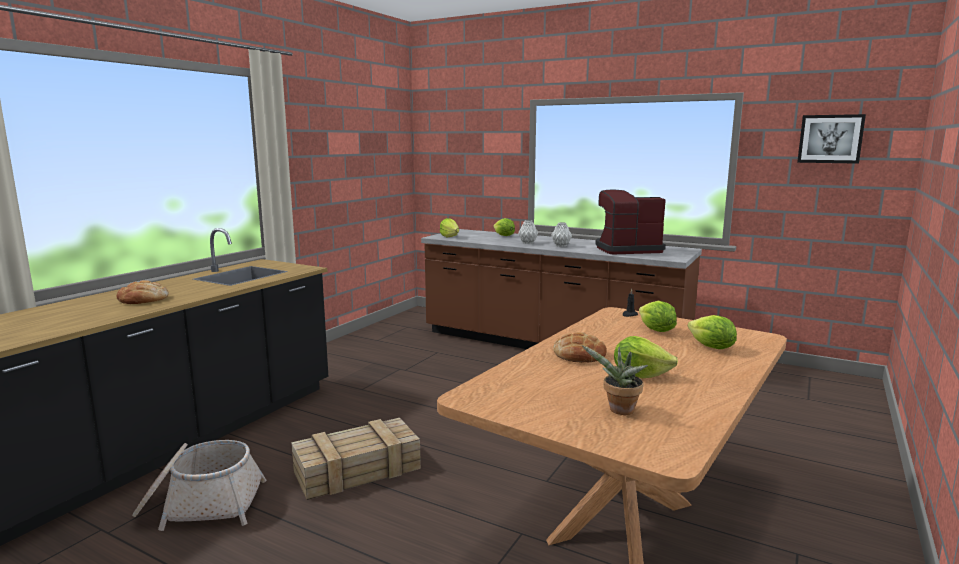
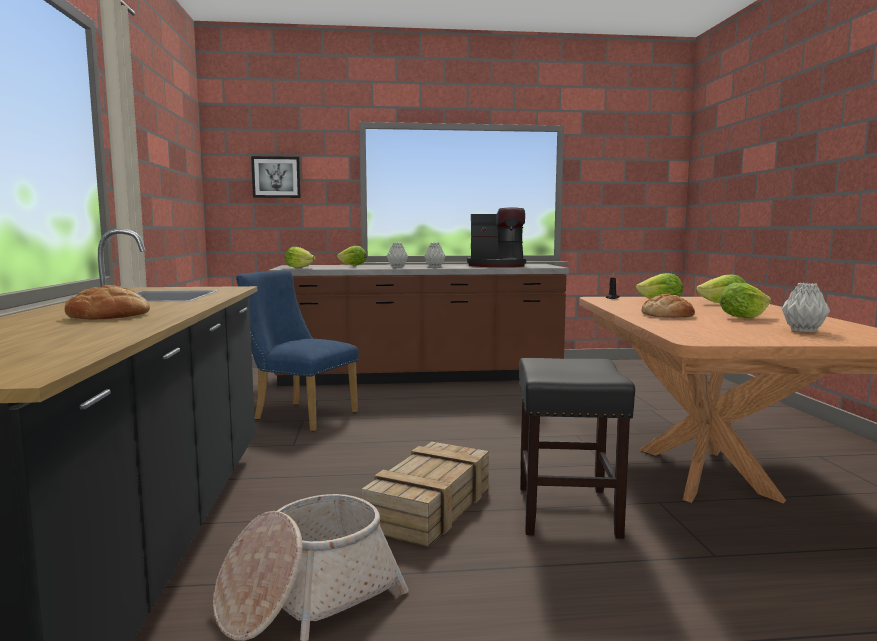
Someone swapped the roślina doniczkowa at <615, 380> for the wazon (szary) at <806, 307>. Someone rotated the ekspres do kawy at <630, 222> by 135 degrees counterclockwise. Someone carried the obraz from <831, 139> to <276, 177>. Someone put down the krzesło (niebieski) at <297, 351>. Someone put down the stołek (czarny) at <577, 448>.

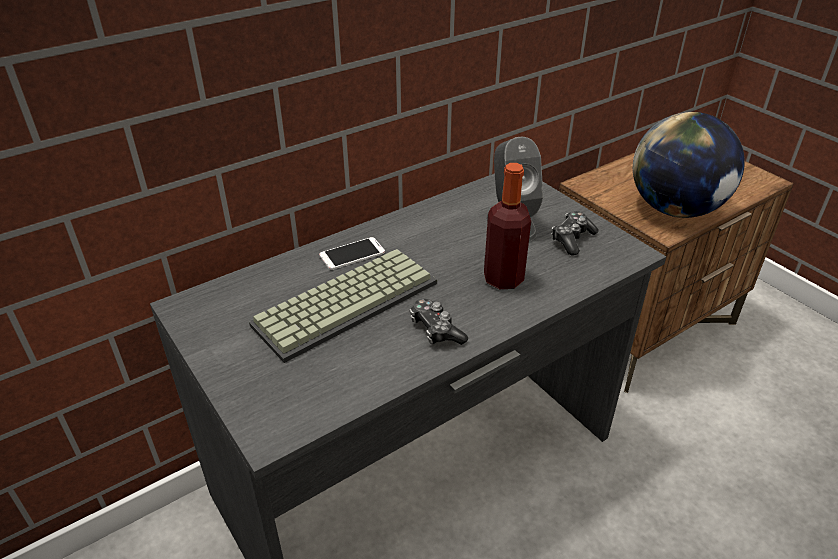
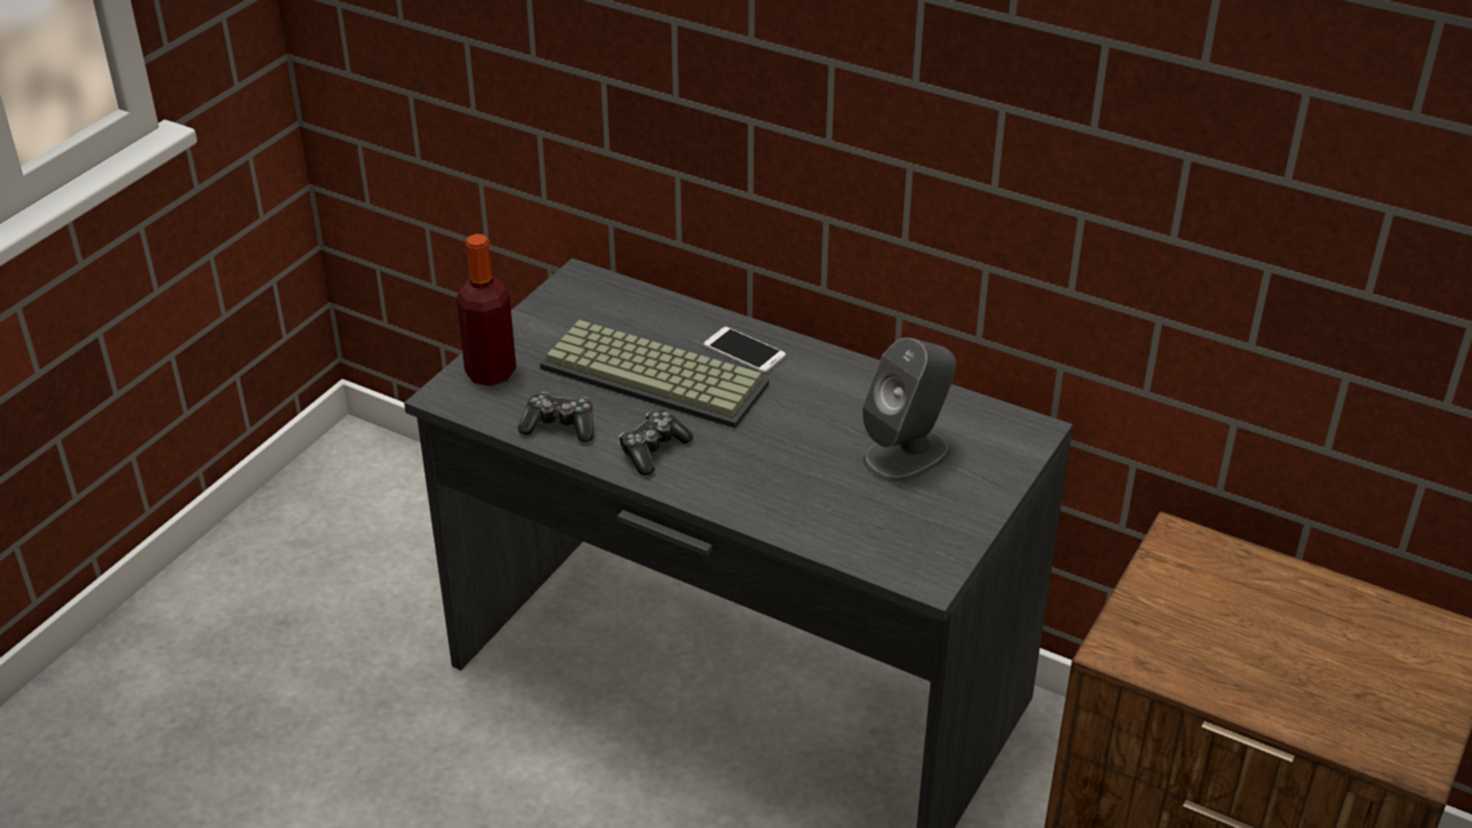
Someone carried the butelka from <507, 226> to <486, 310>. Someone carried the pad do gier from <575, 233> to <556, 417>. Someone took away the globus at <689, 165>.

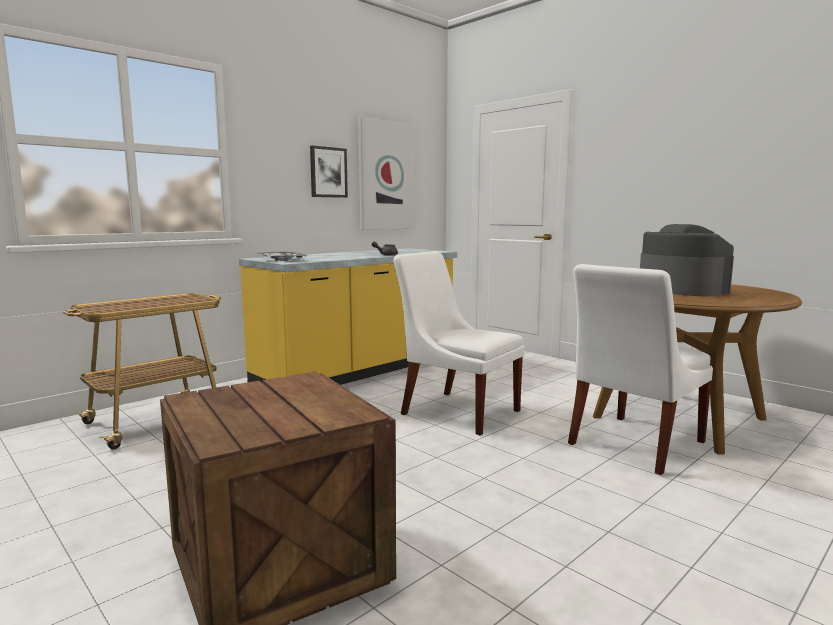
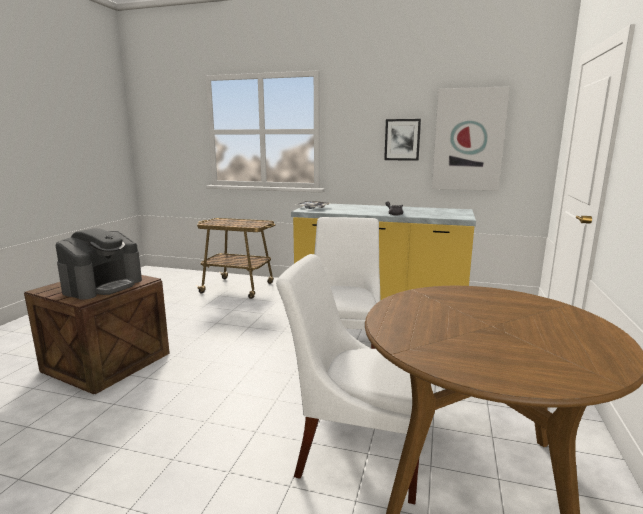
Someone carried the ekspres do kawy from <687, 260> to <98, 264>.

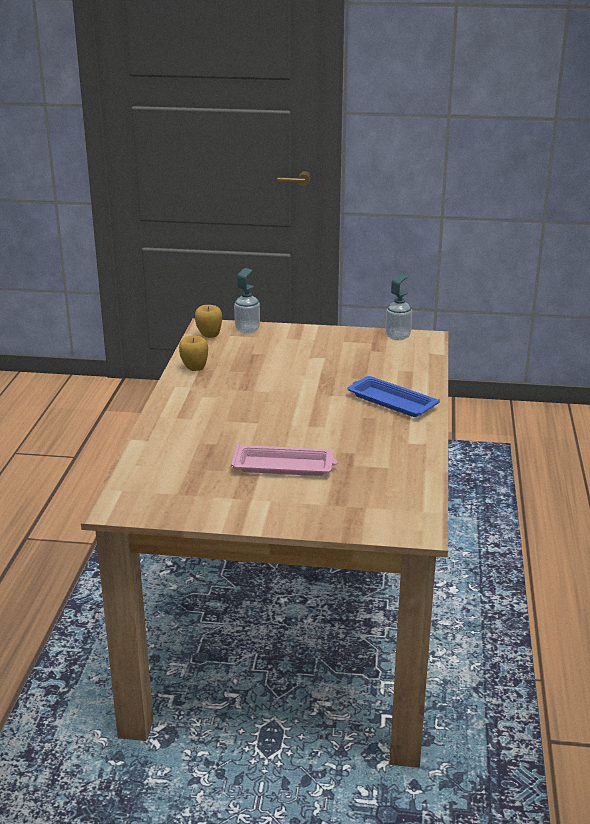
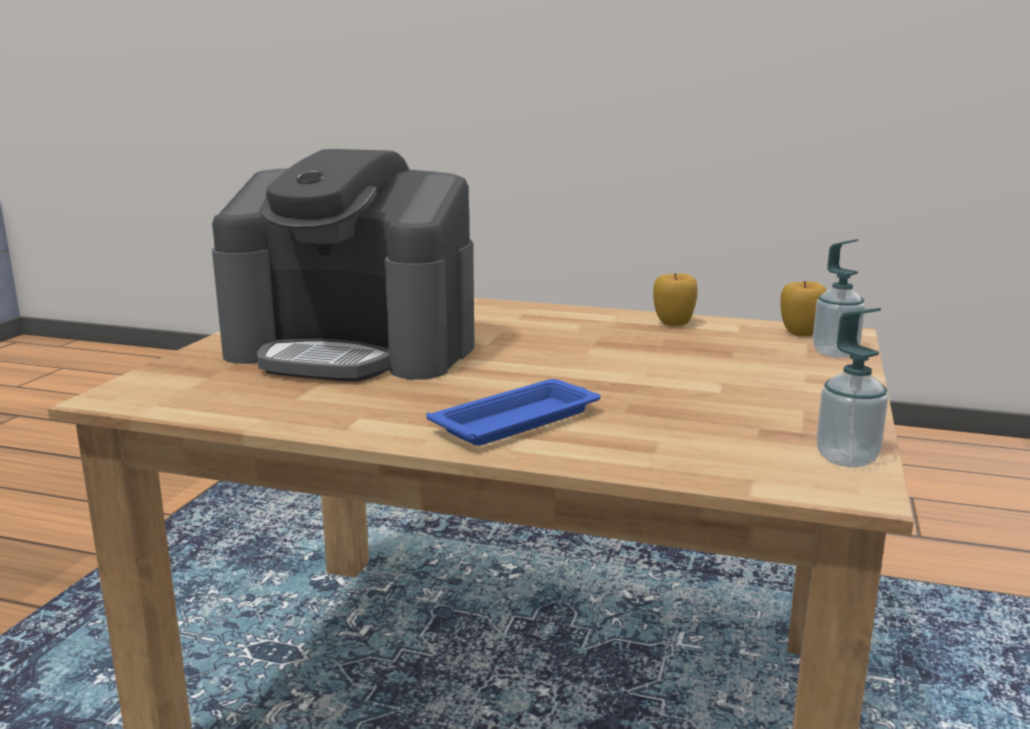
Someone swapped the taca (różowy) at <284, 460> for the ekspres do kawy at <343, 265>.

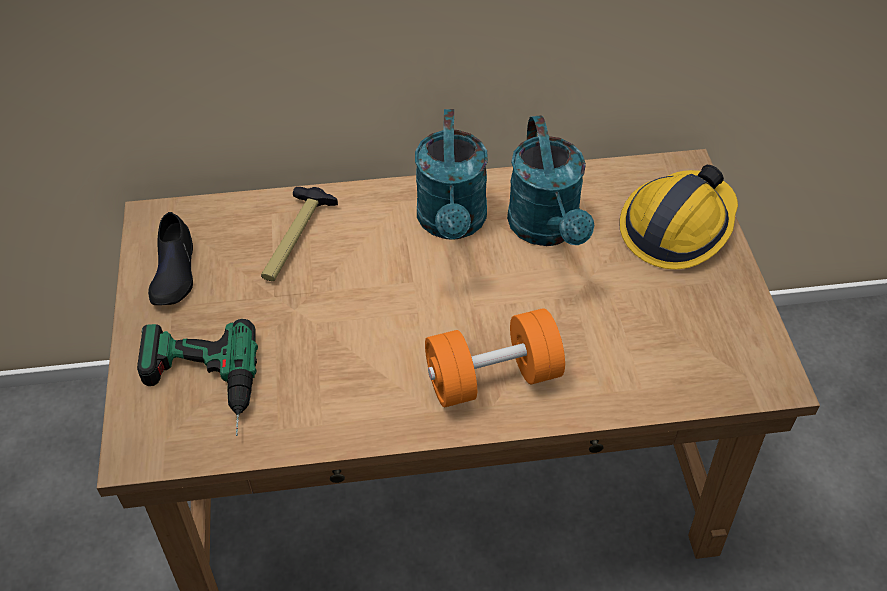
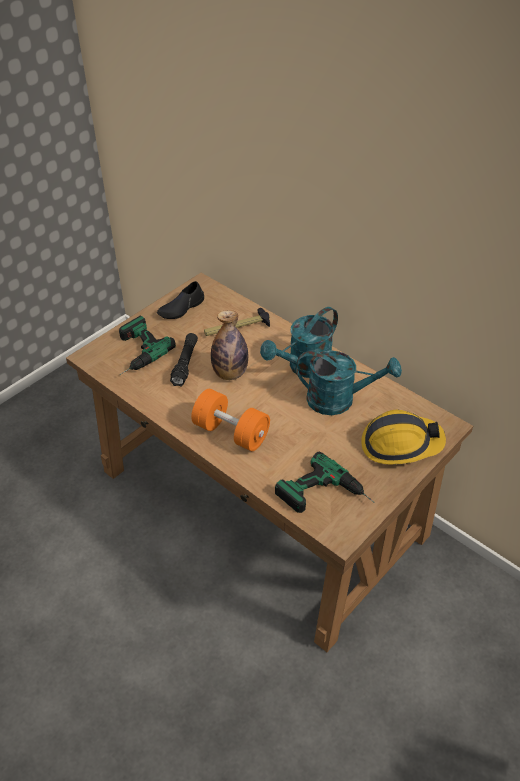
Someone rotated the konewka (turkusowy) at <550, 180> by 120 degrees counterclockwise. Someone put down the latarka (czarny) at <184, 360>. Someone put down the butelka at <229, 345>. Someone put down the wiertarka at <325, 482>.

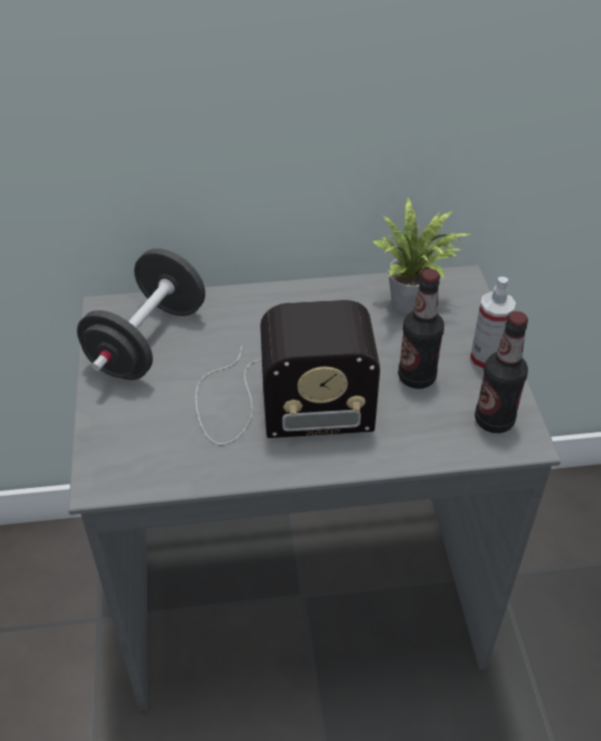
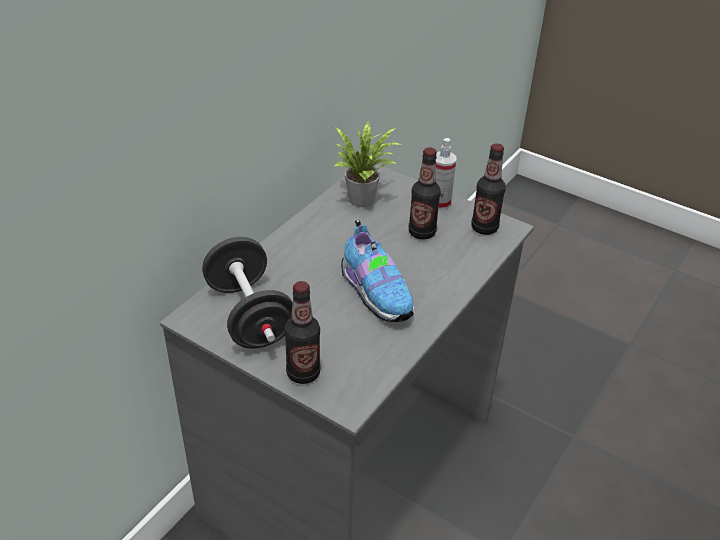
Someone swapped the radio at <287, 372> for the but at <377, 271>. Someone put down the butelka at <302, 332>.

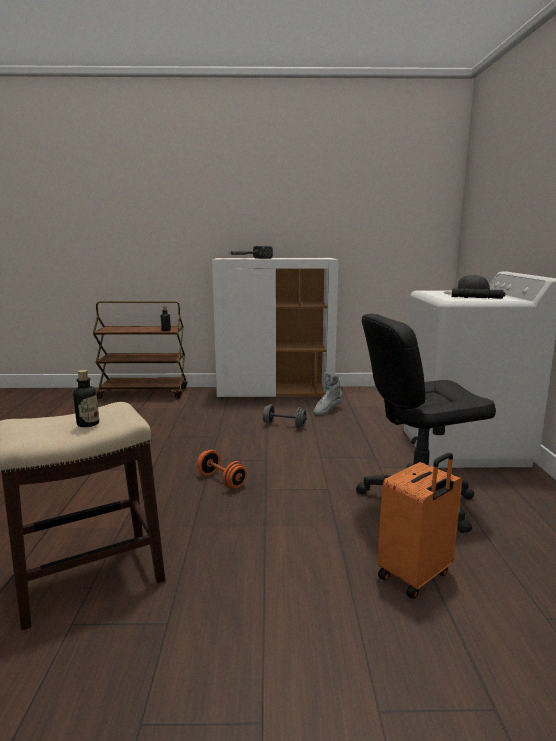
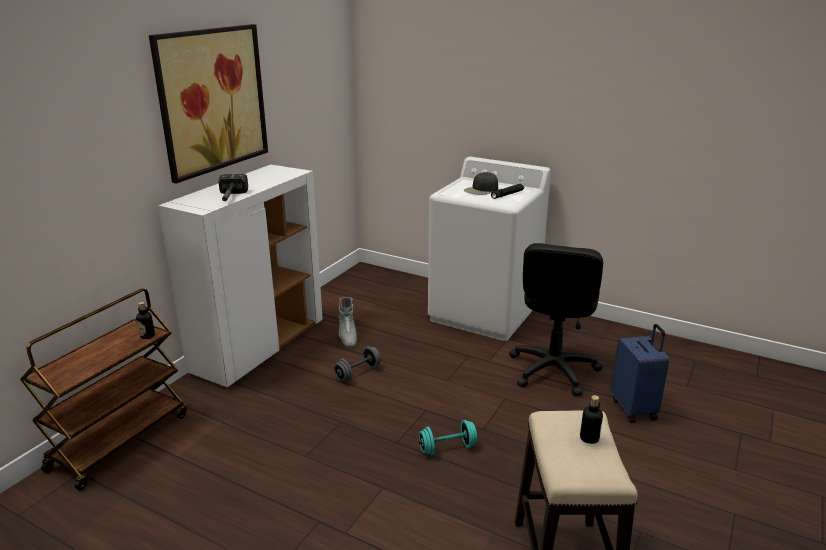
Someone repainted the hantel (pomarańczowy) at <222, 469>, which became the hantel (turkusowy) at <448, 437>. Someone repainted the walizka (pomarańczowy) at <419, 526>, which became the walizka (niebieski) at <640, 373>. Someone put up the obraz at <208, 104>.

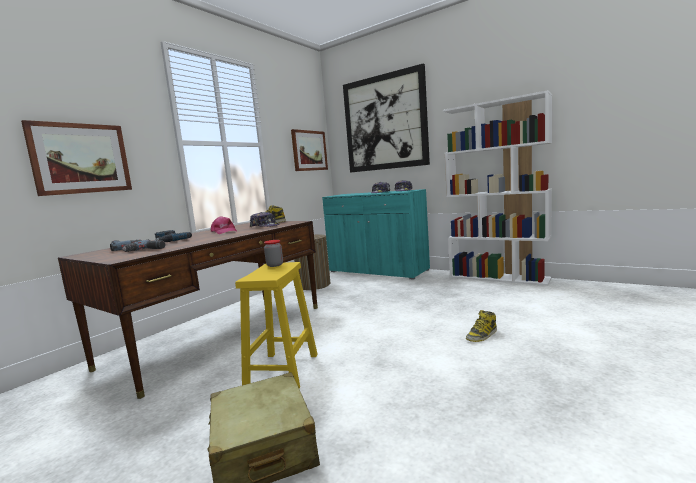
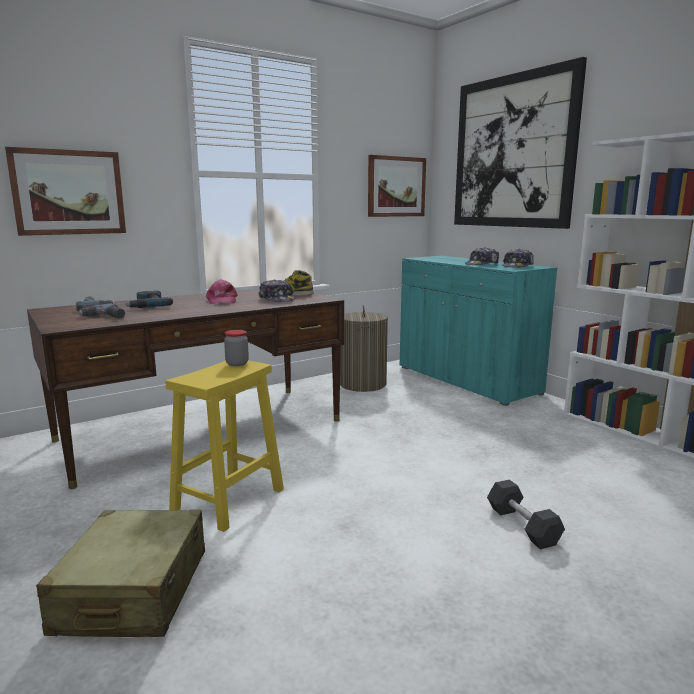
Someone swapped the but z cholewką at <481, 326> for the hantel (szary) at <526, 514>.

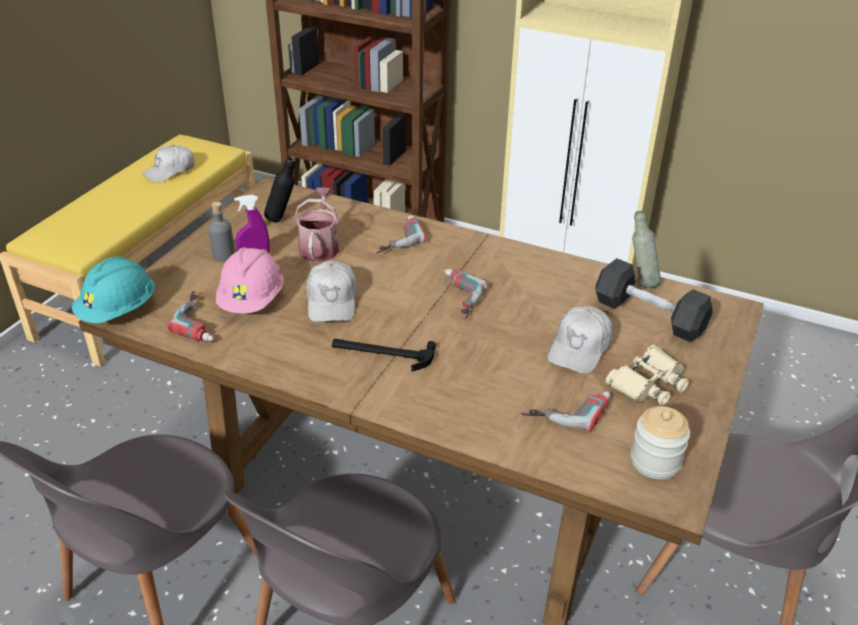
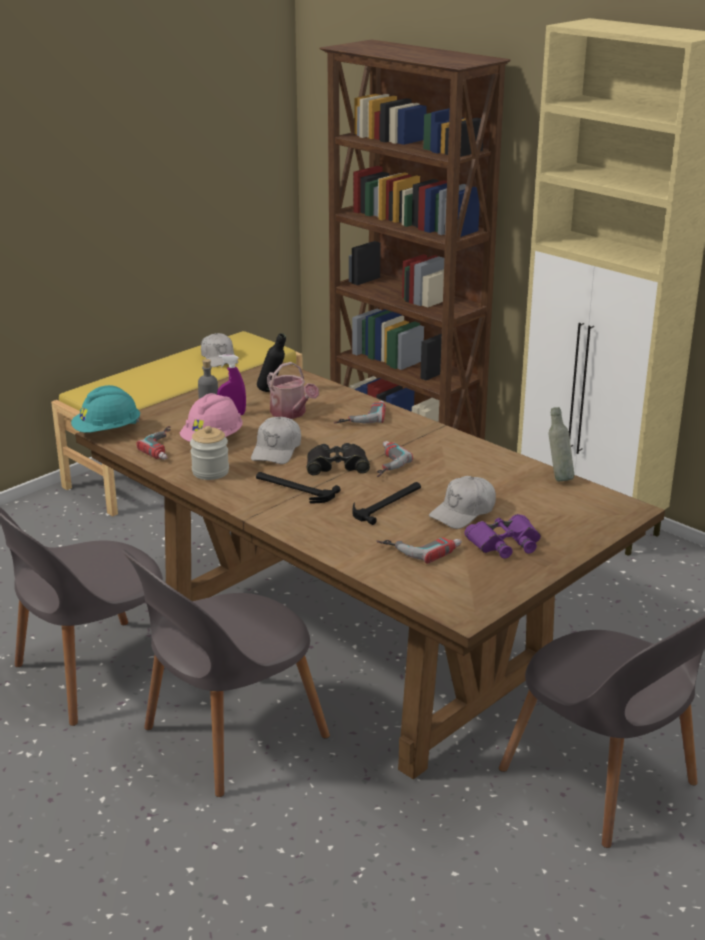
Someone rotated the czapka z daszkiem (biały) at <168, 164> by 90 degrees counterclockwise. Someone rotated the konewka at <316, 225> by 120 degrees clockwise. Someone took away the hantel (szary) at <654, 300>. Someone repainted the lornetka (beżowy) at <647, 375>, which became the lornetka (fioletowy) at <502, 536>. Someone carried the słoik from <660, 442> to <209, 453>. Someone put down the lornetka (czarny) at <338, 459>. Someone put down the młotek at <387, 503>.

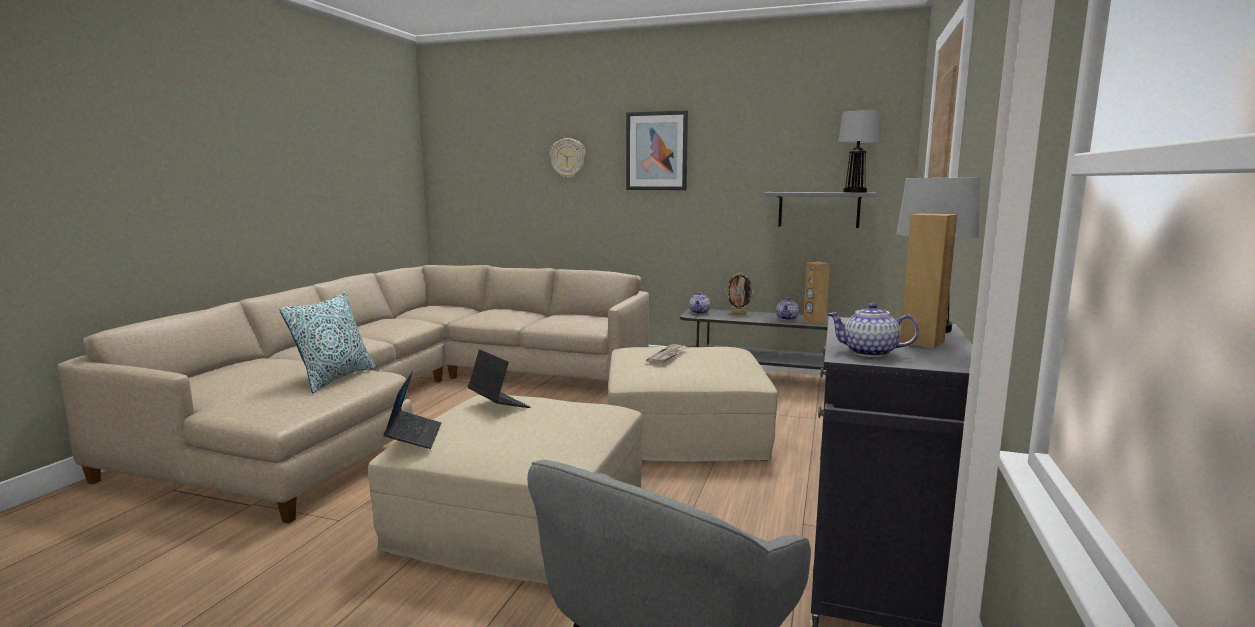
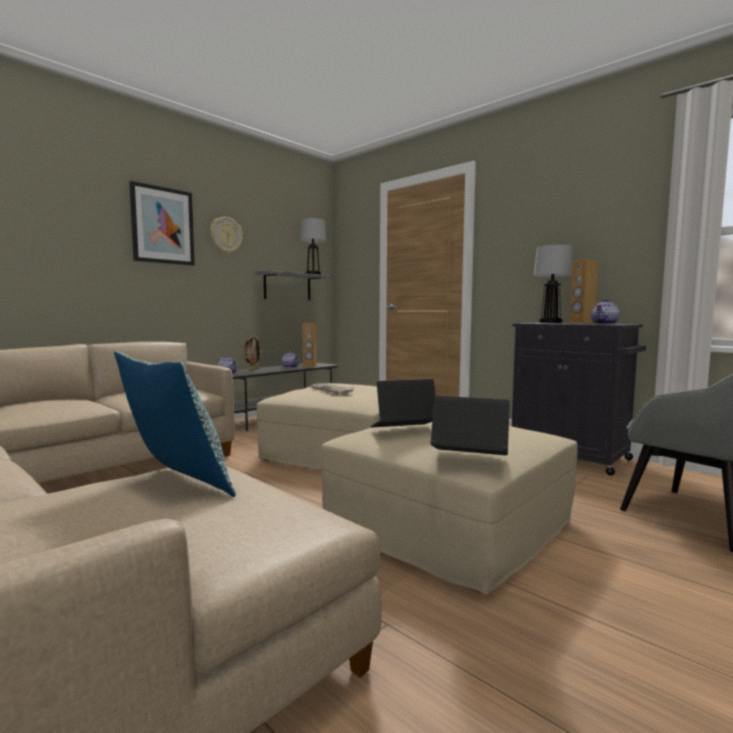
Someone carried the zegar ścienny from <568, 158> to <226, 235>.

